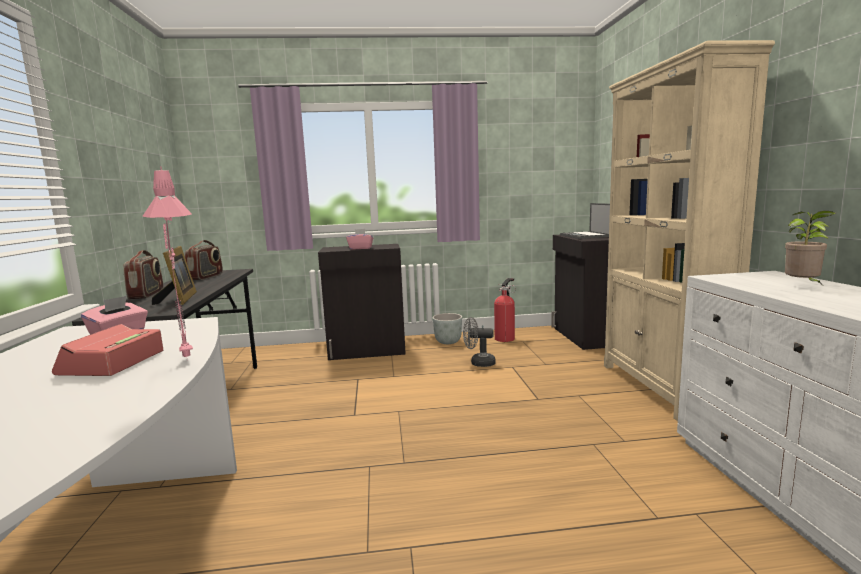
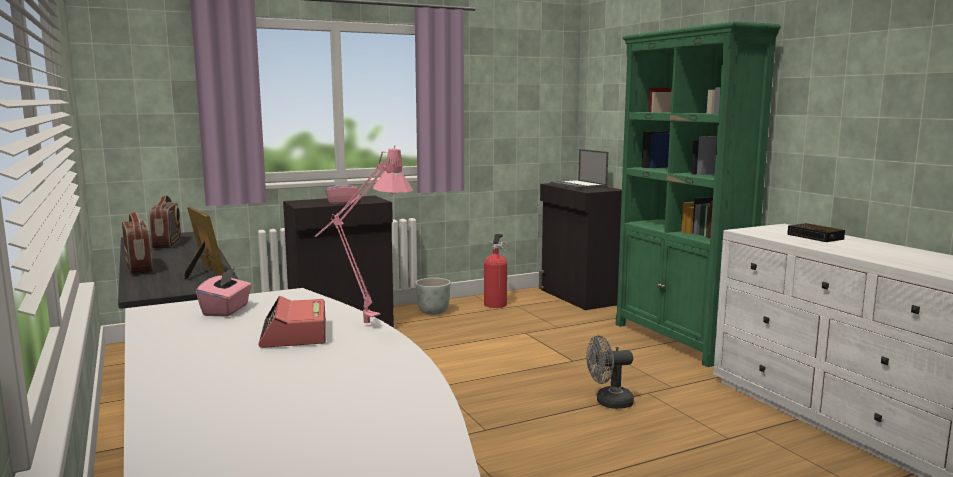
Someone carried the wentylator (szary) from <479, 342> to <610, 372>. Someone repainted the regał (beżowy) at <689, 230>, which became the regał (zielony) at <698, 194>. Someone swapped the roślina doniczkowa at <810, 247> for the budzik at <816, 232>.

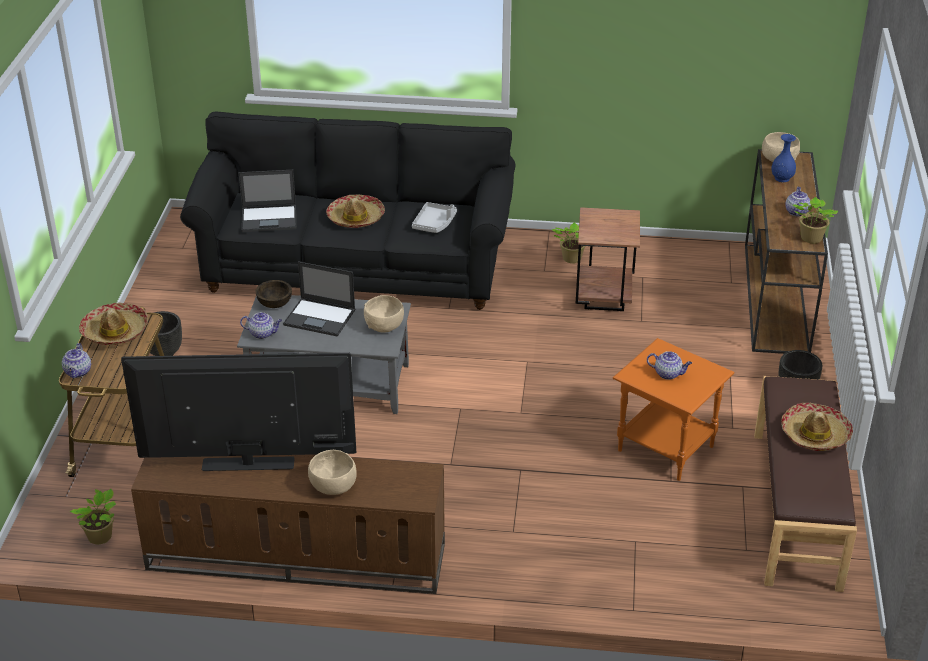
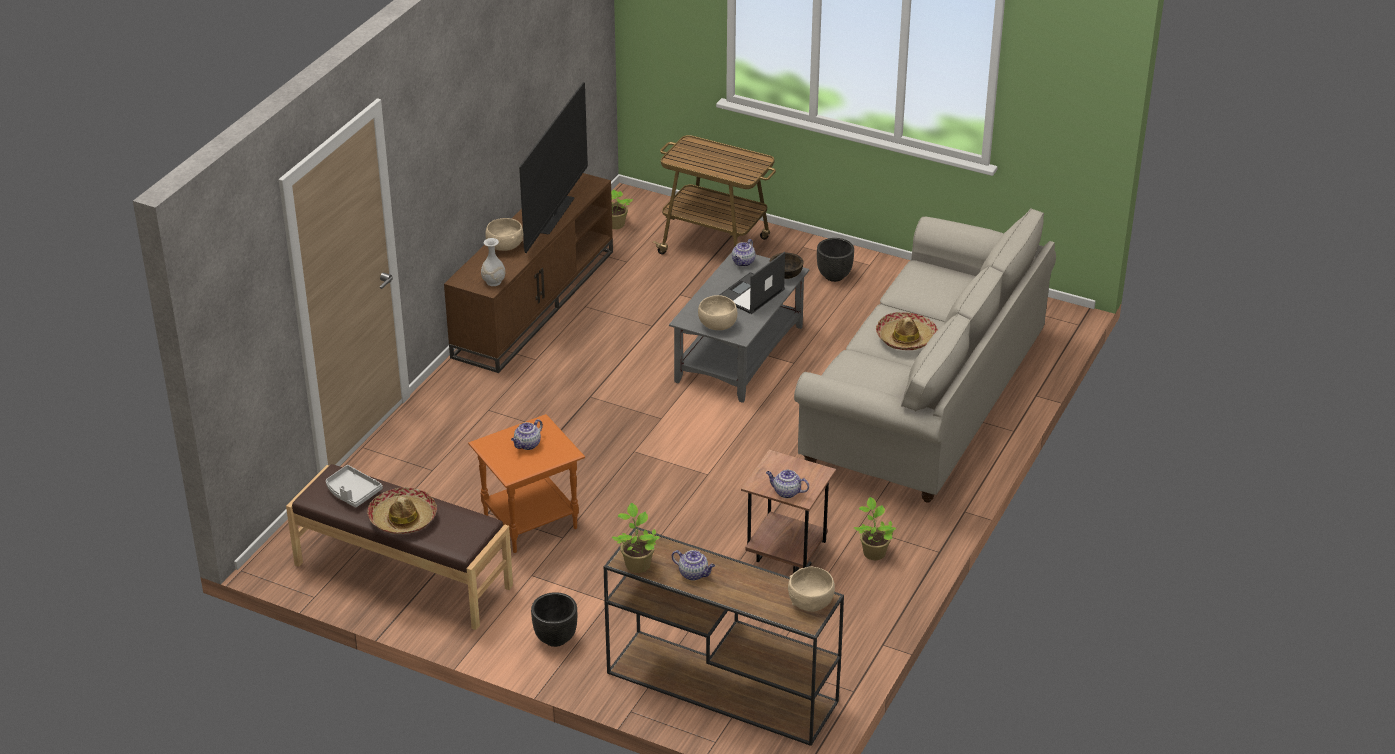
Someone carried the imbryk from <76, 360> to <787, 484>. Someone took away the kapelusz at <113, 324>. Someone repainted the kanapa (czarny) at <348, 211>, which became the kanapa (beżowy) at <925, 355>. Someone took away the laptop at <267, 201>. Someone carried the taca (szary) from <434, 217> to <354, 486>. Someone took away the wazon (niebieski) at <784, 158>. Someone put down the wazon (biały) at <493, 262>.

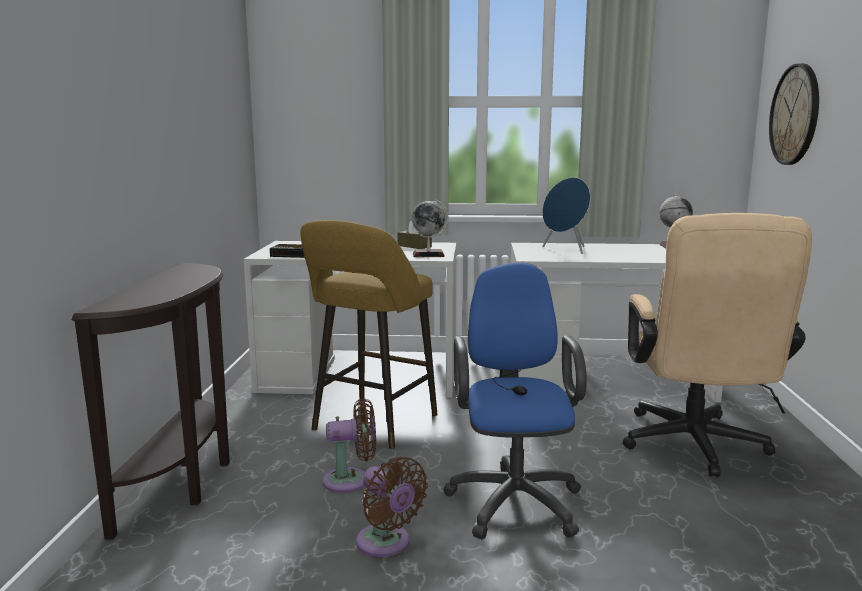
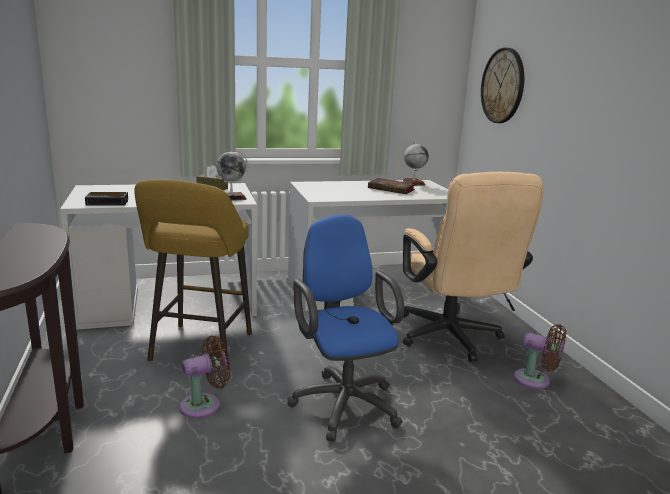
Someone carried the wentylator (brązowy) from <392, 507> to <540, 356>. Someone took away the głośnik (niebieski) at <566, 215>. Someone put down the książka at <391, 186>.

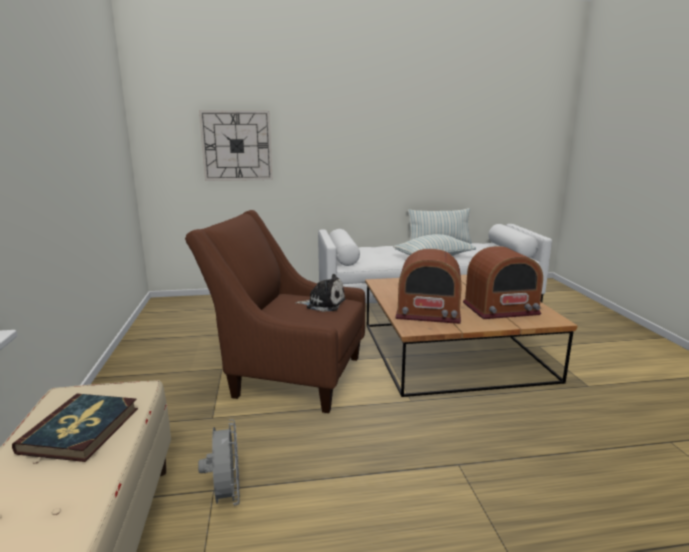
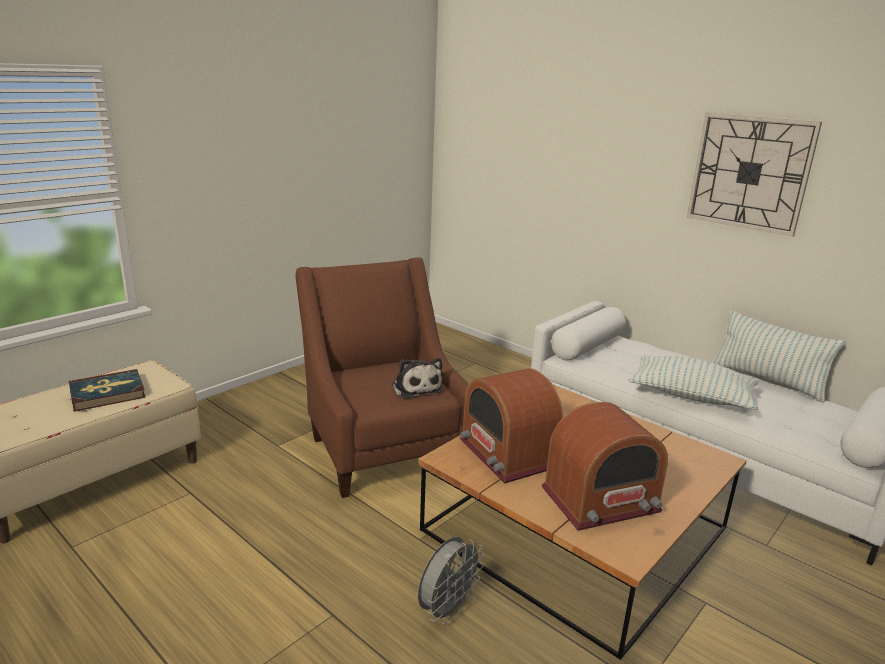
Someone carried the wentylator (szary) from <219, 462> to <451, 581>. Someone carried the zegar ścienny from <236, 145> to <754, 174>. Someone rotated the radio at <503, 282> by 60 degrees counterclockwise.

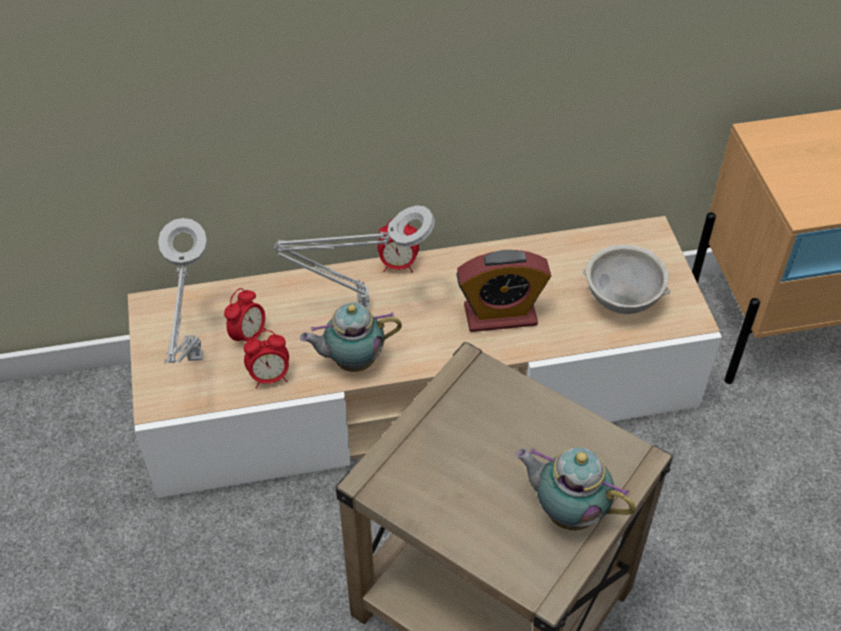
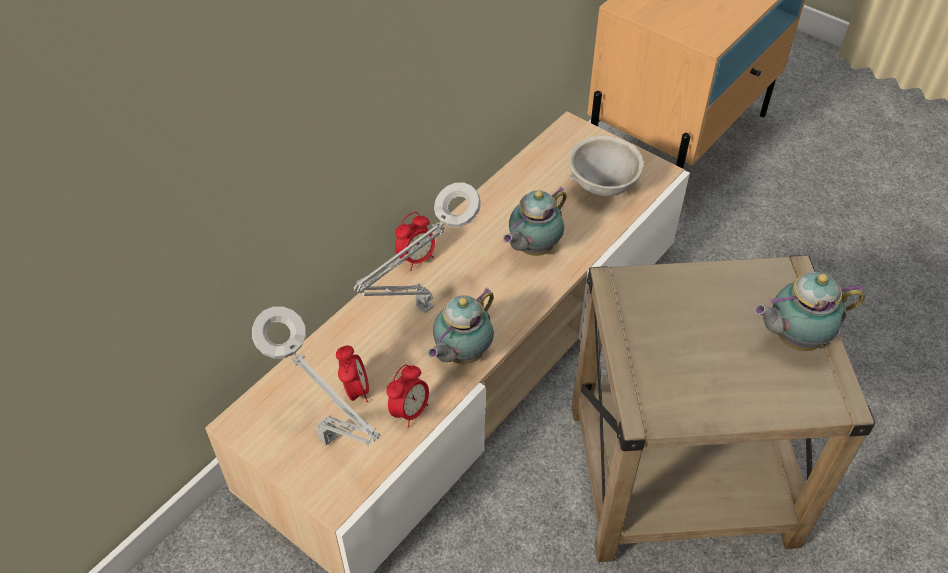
Someone swapped the budzik at <503, 291> for the imbryk at <535, 221>.

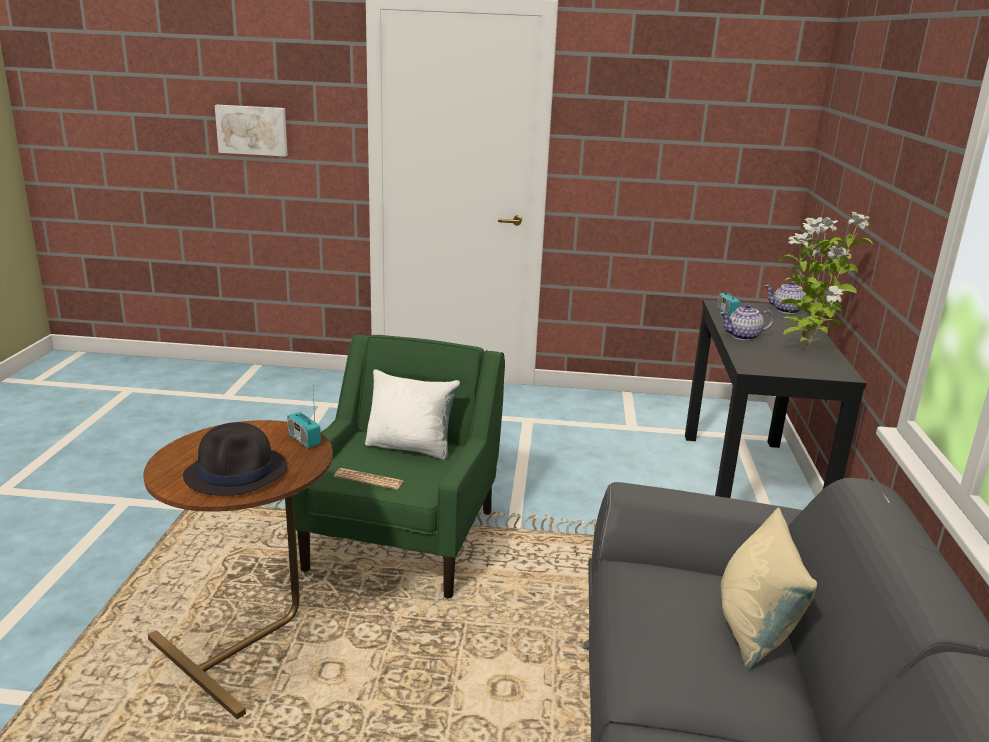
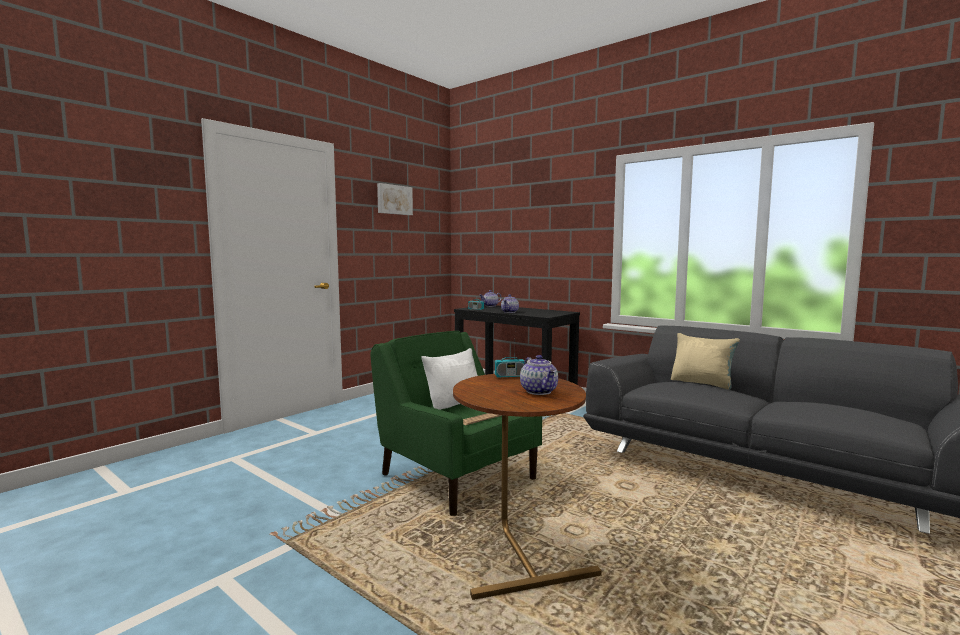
Someone swapped the kapelusz (czarny) at <235, 459> for the imbryk at <539, 375>. Someone carried the obraz from <251, 130> to <395, 199>. Someone took away the roślina doniczkowa at <826, 281>.

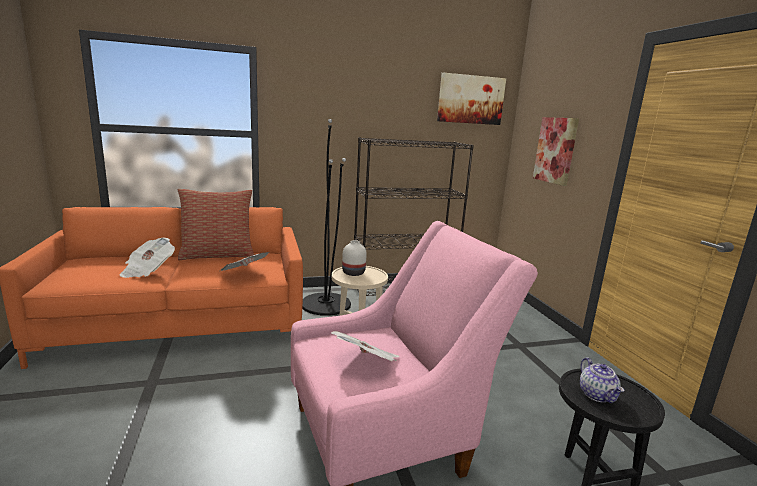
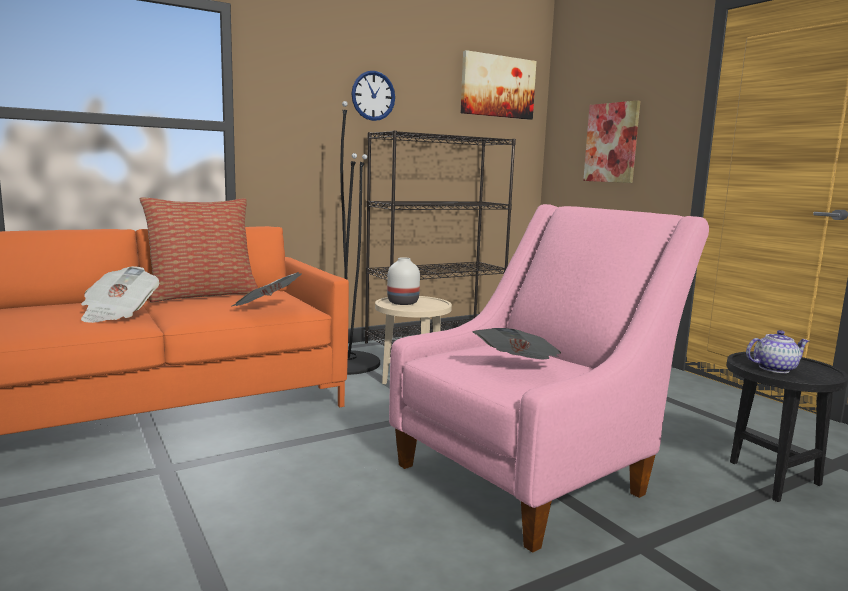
Someone rotated the imbryk at <602, 380> by 75 degrees counterclockwise. Someone put up the zegar ścienny at <373, 96>.

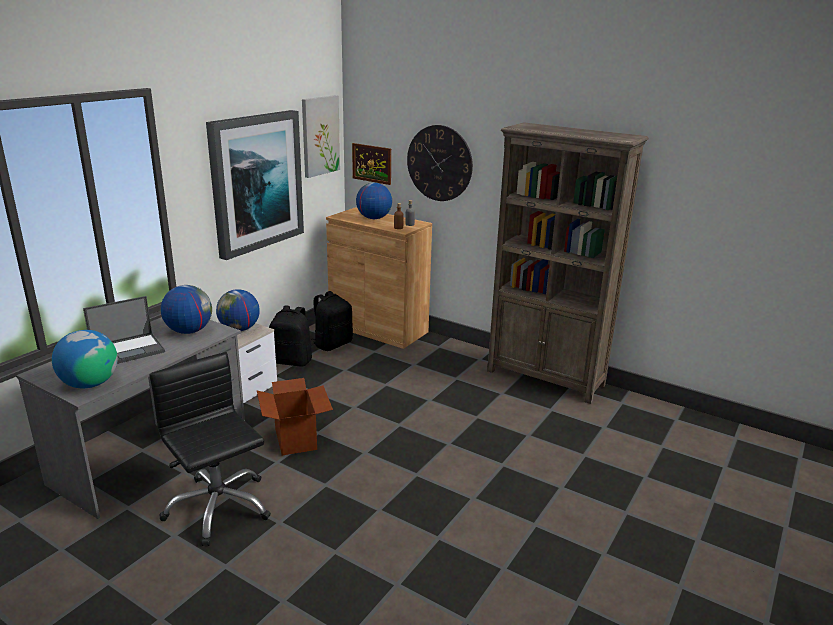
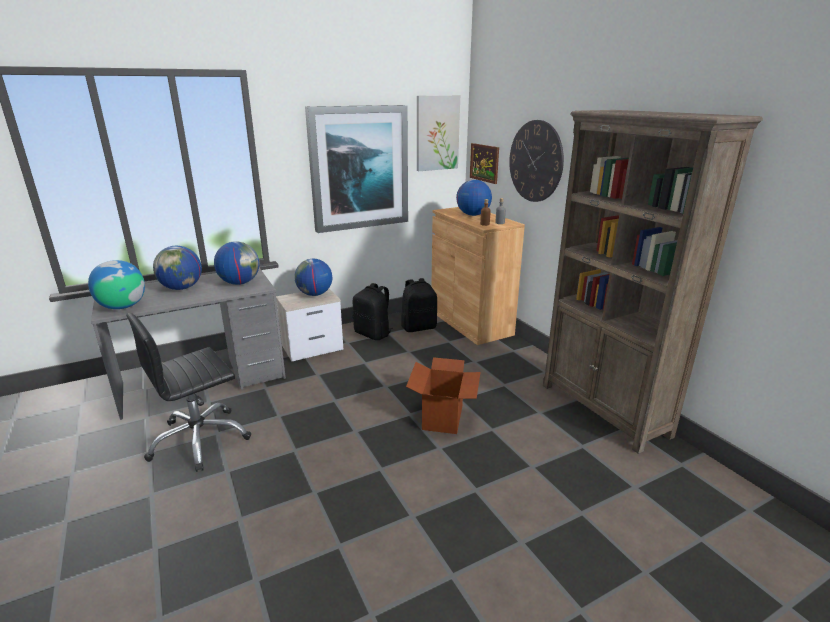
Someone swapped the laptop at <124, 330> for the globus at <177, 268>. Someone rotated the krzesło biurowe (czarny) at <210, 449> by 120 degrees counterclockwise. Someone carried the karton from <295, 417> to <443, 395>.

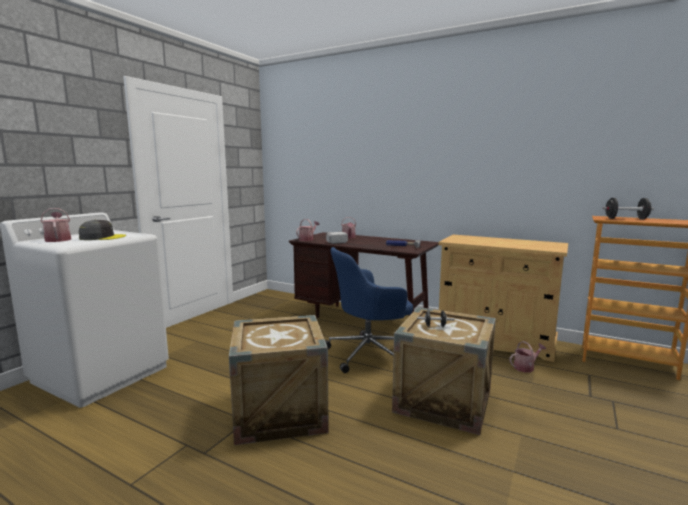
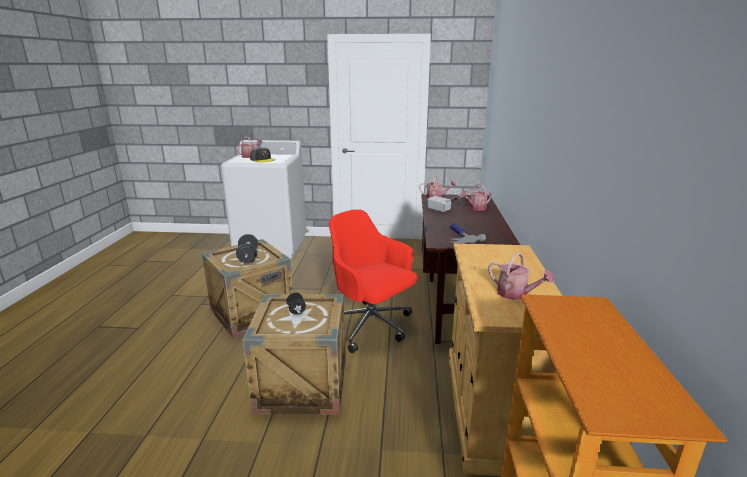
Someone repainted the krzesło biurowe (niebieski) at <369, 310>, which became the krzesło biurowe (czerwony) at <373, 281>. Someone carried the konewka from <527, 357> to <521, 276>. Someone carried the hantel (czarny) from <628, 209> to <247, 248>.

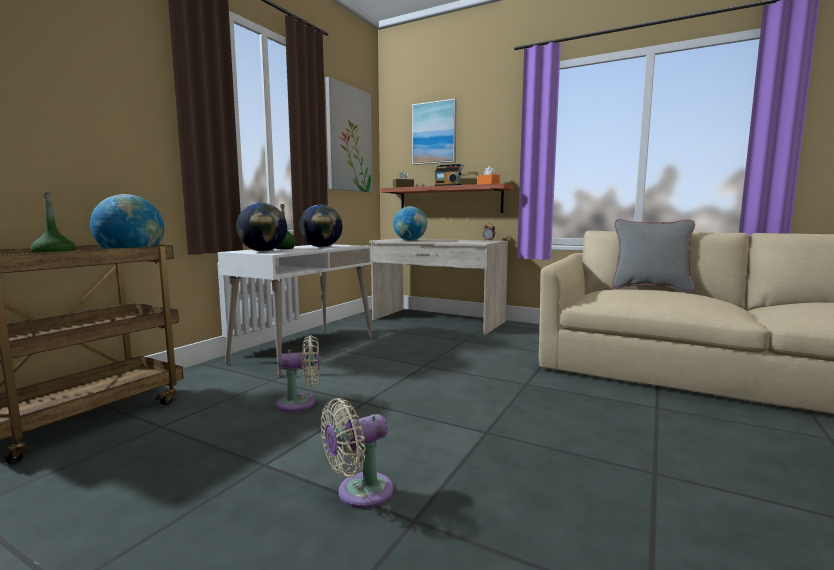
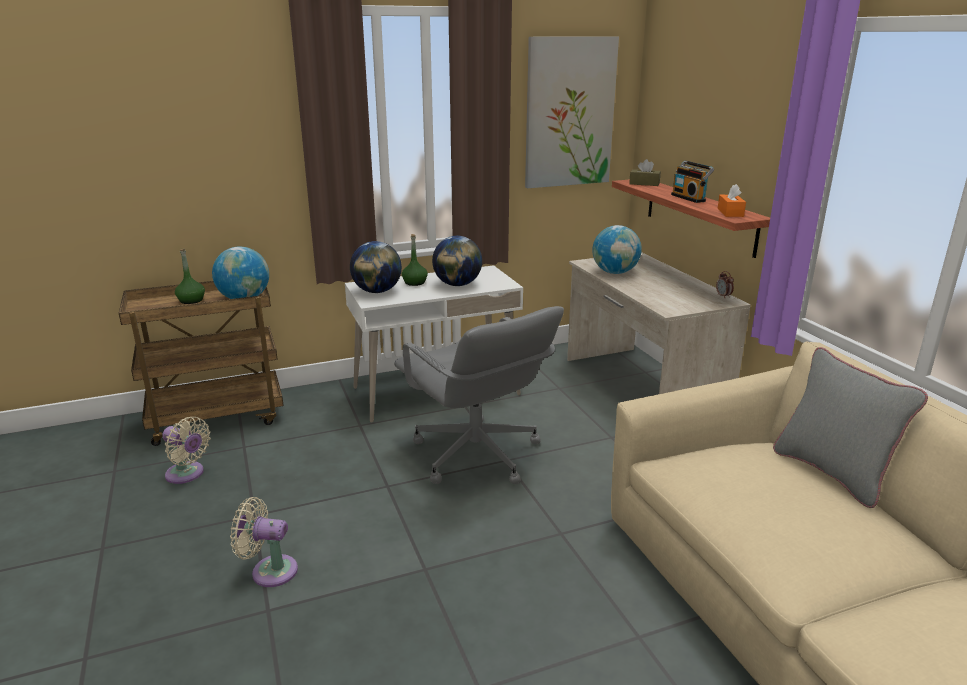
Someone carried the wentylator (beżowy) from <298, 373> to <186, 450>. Someone took away the obraz at <434, 132>. Someone put down the krzesło biurowe (szary) at <479, 395>.

